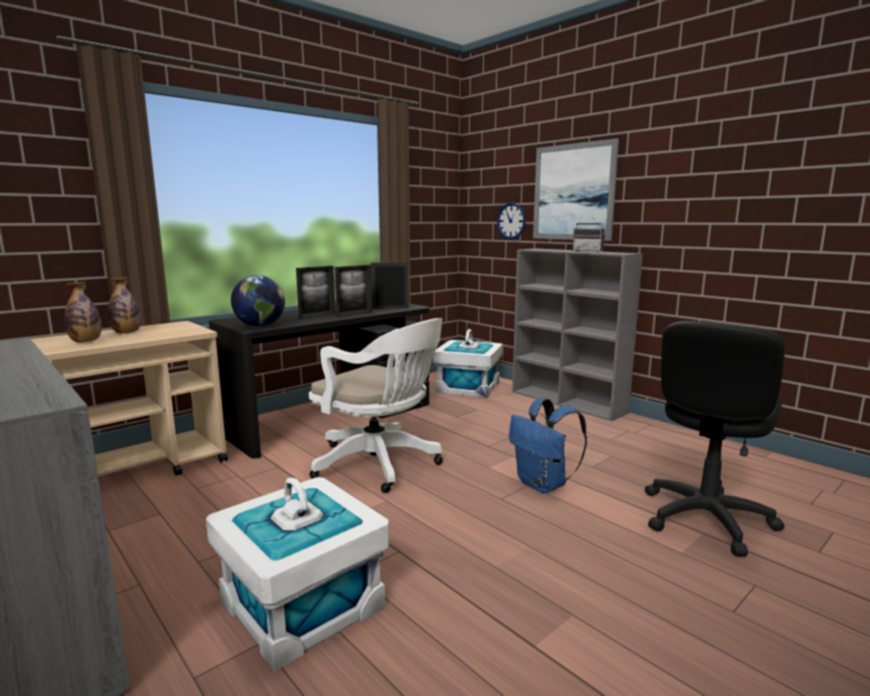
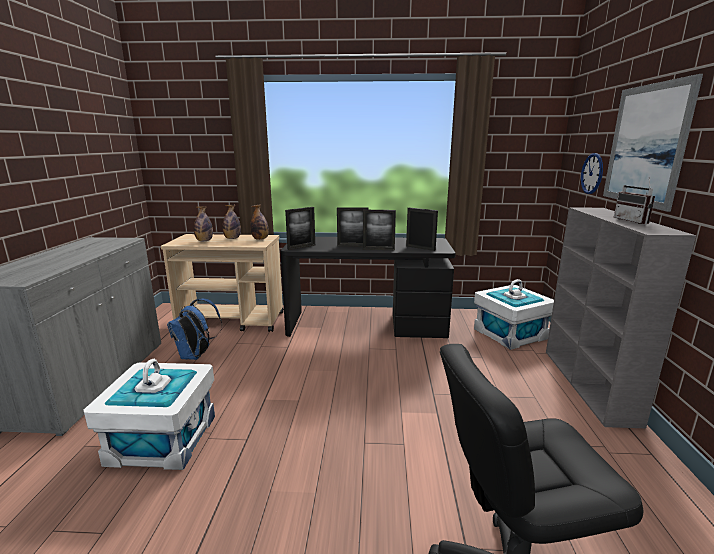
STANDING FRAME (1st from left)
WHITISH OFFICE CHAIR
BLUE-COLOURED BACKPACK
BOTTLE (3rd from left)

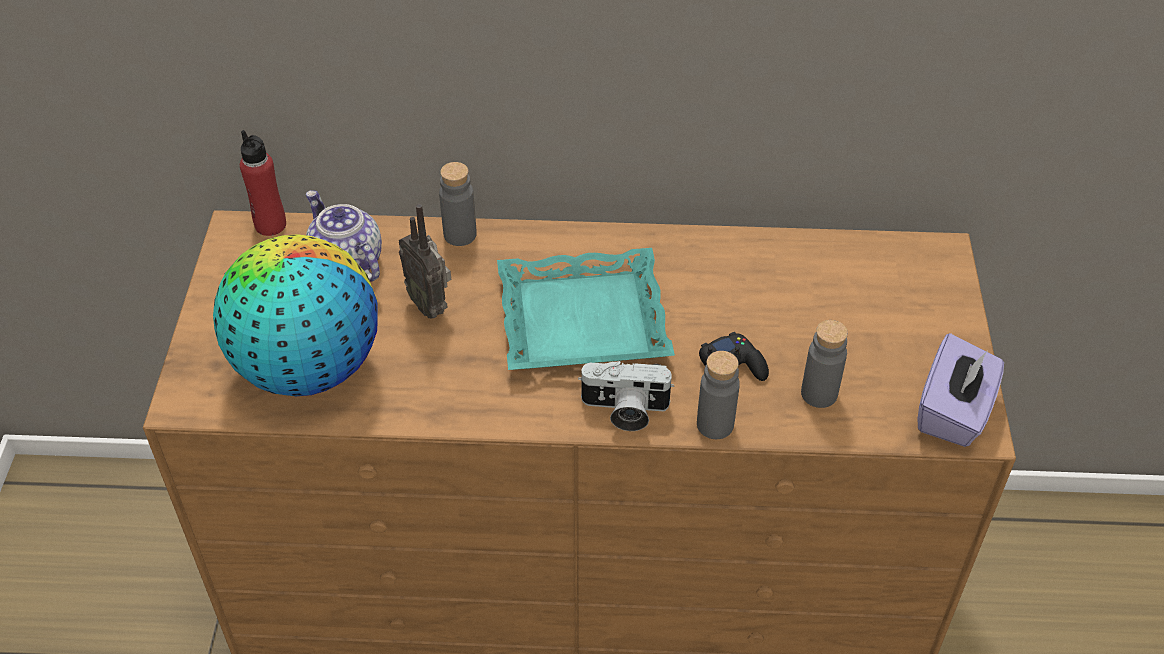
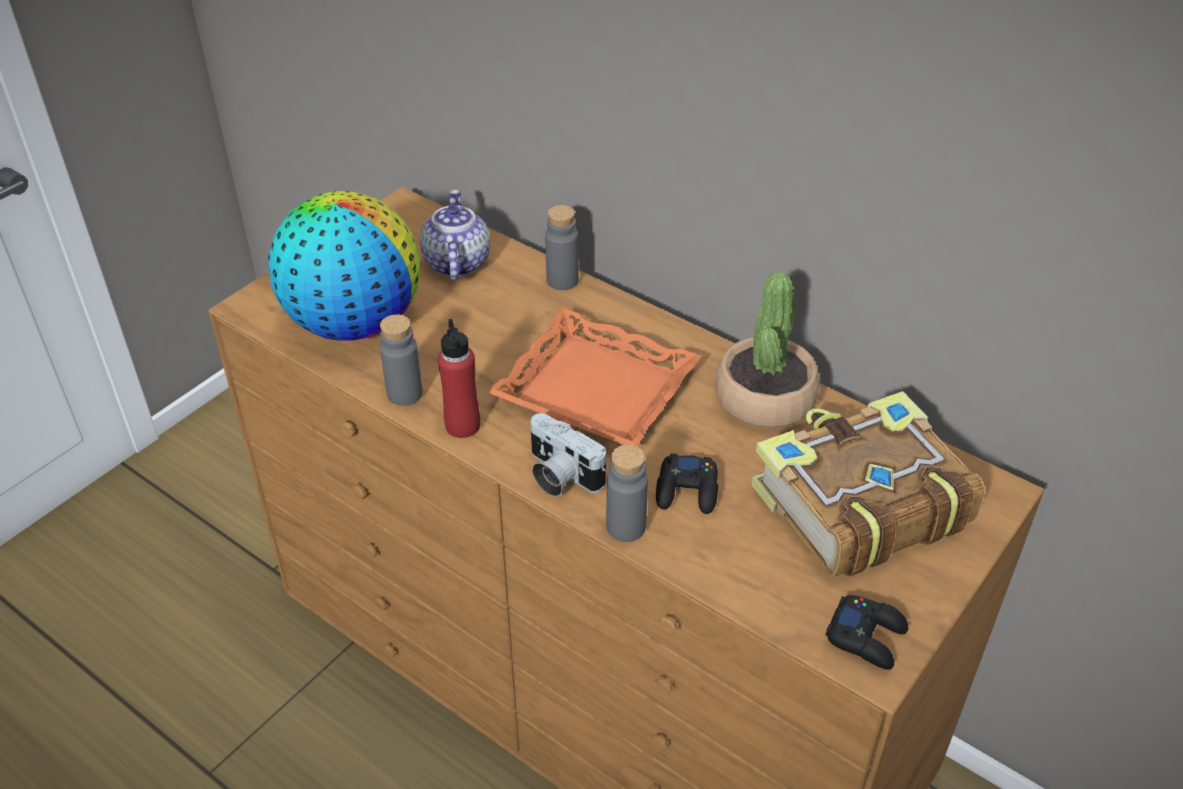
RED BOTTLE
RADIO SET
ORANGE-COLOURED CARRYING TRAY
GREYISH BOTTLE (1st from left)
BLACKISH GAME CONTROLLER (2nd from left)
POTTED PLANT
BOOK

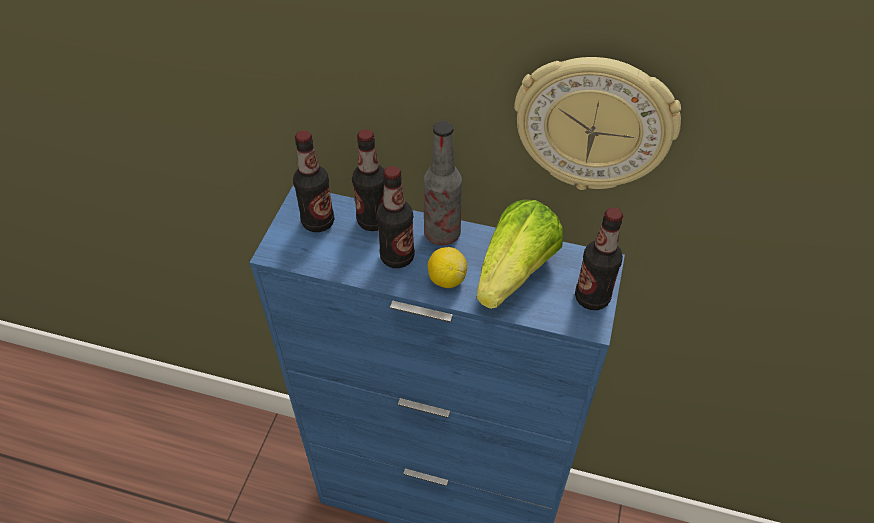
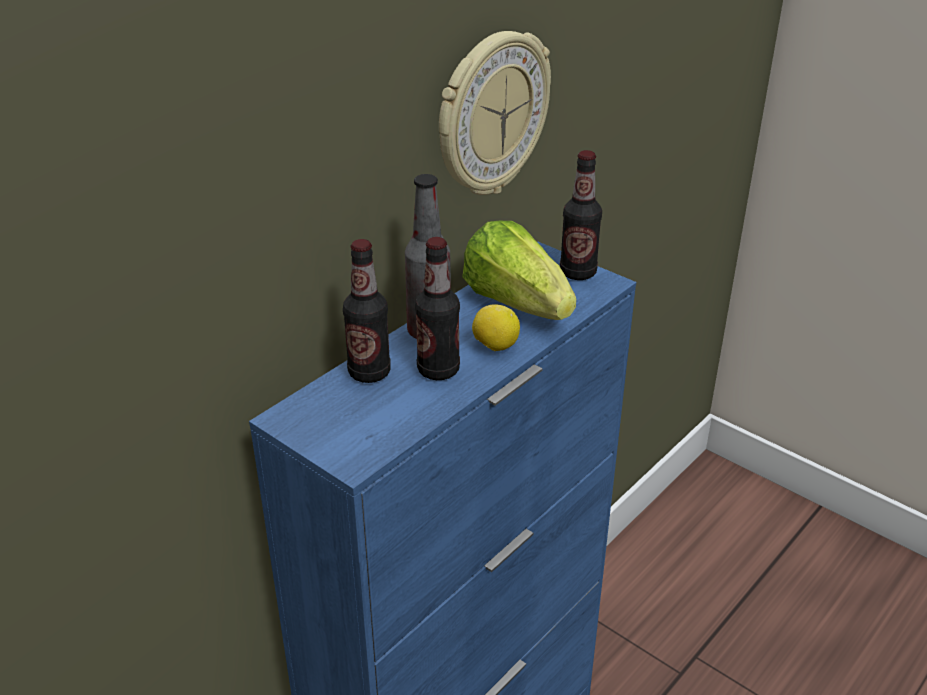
BOTTLE (1st from left in the first image)

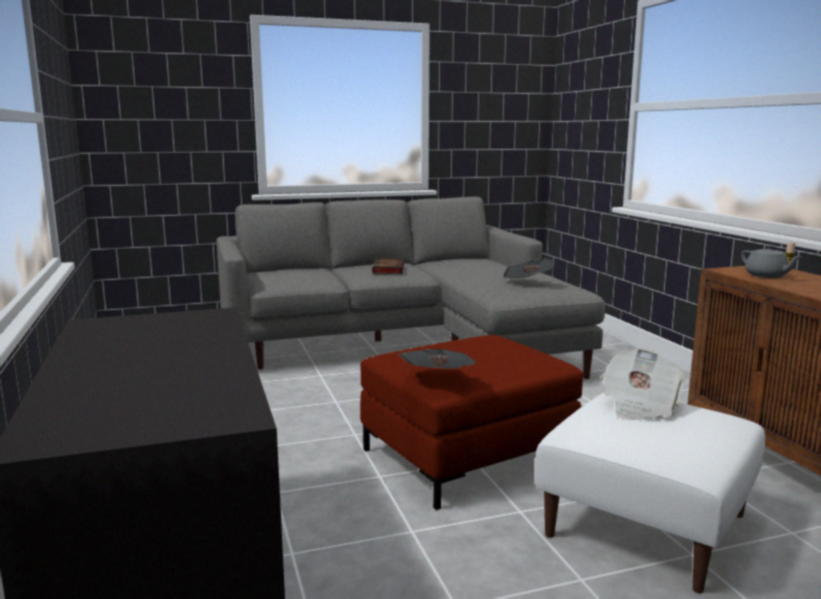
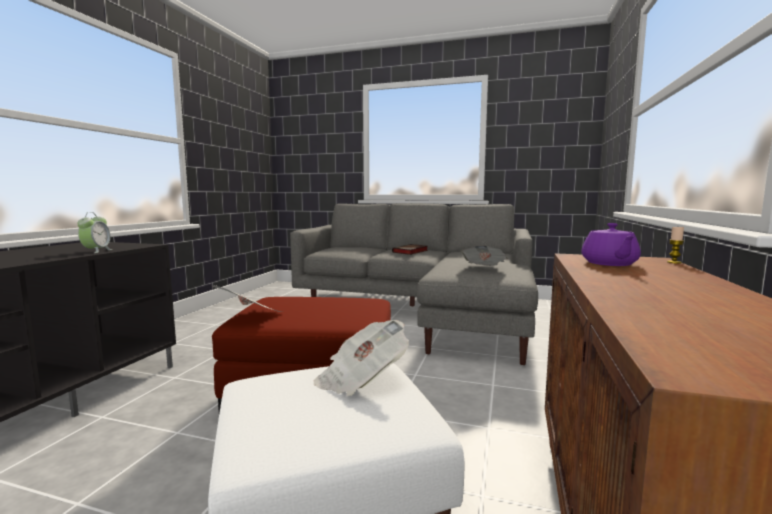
PURPLE TEA POT
ALARM CLOCK

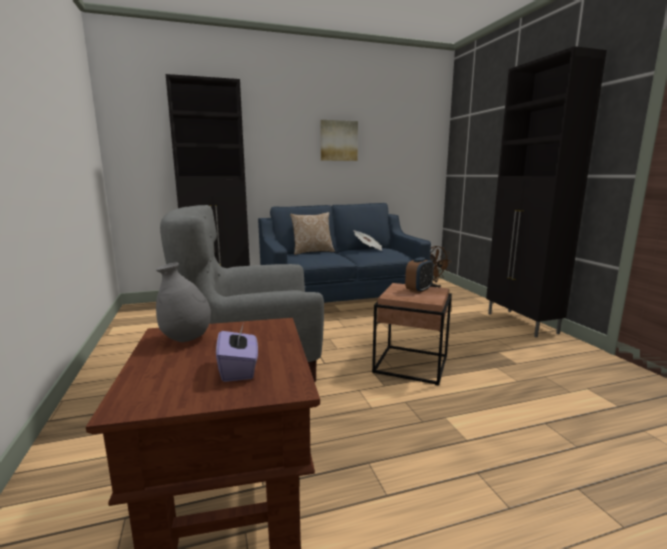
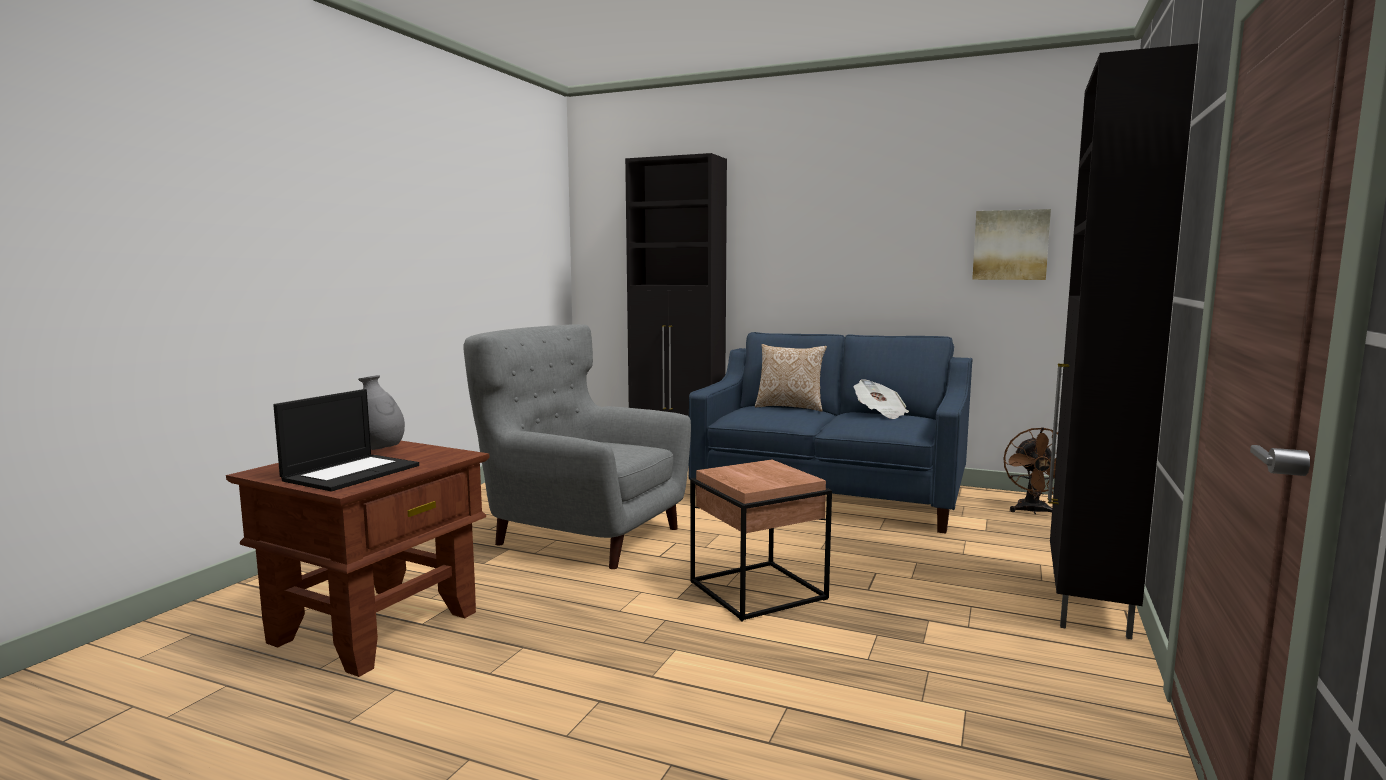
PORTABLE COMPUTER
PICTURE
ALARM CLOCK

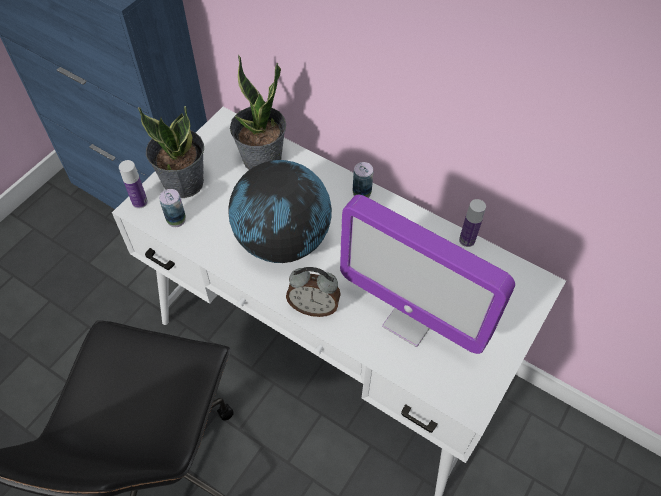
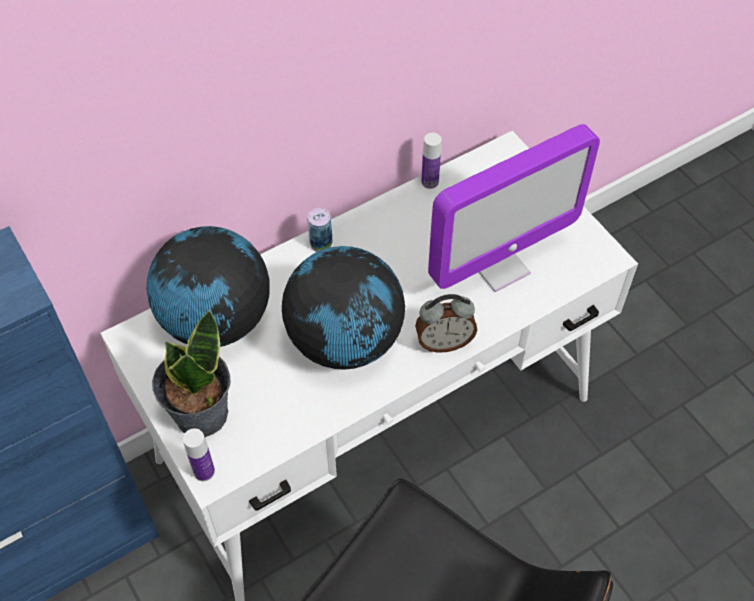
CAN (1st from left in the first image)
GLOBE (1st from left)
ALARM CLOCK

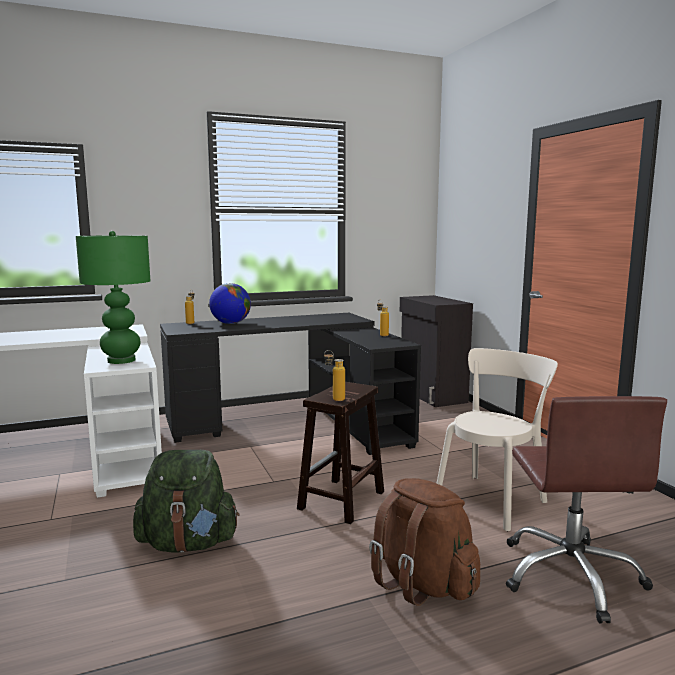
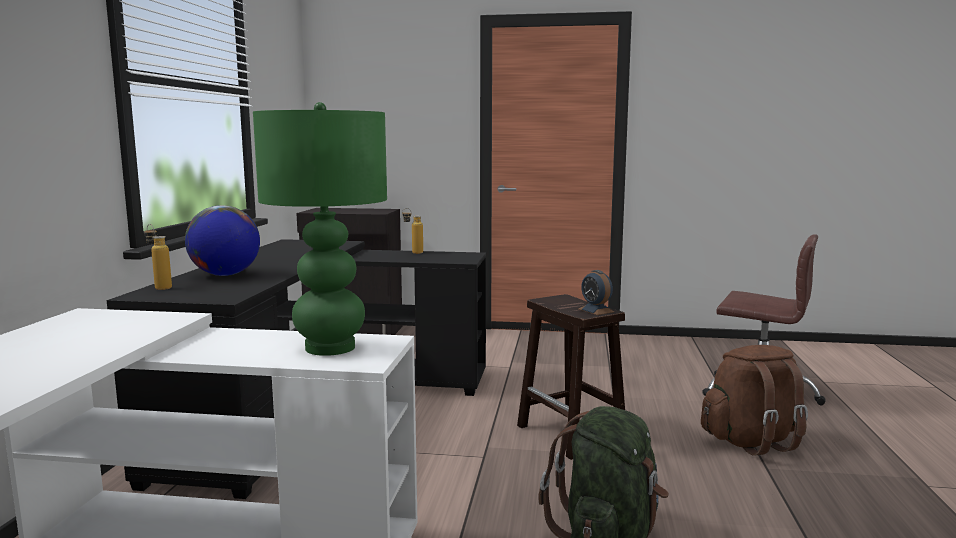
ALARM CLOCK
BEIGE UPRIGHT CHAIR

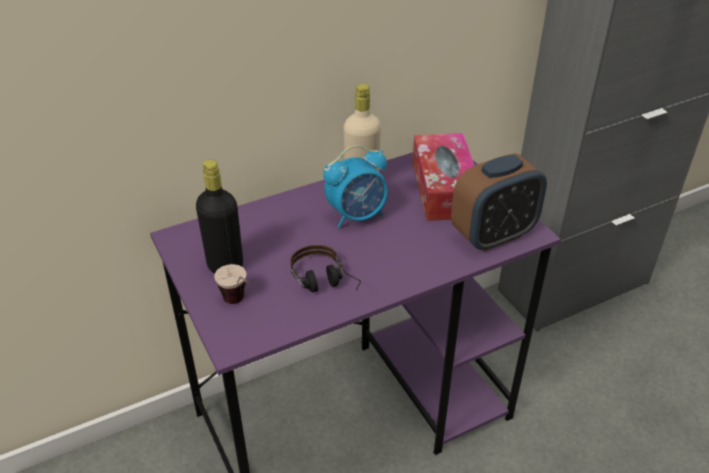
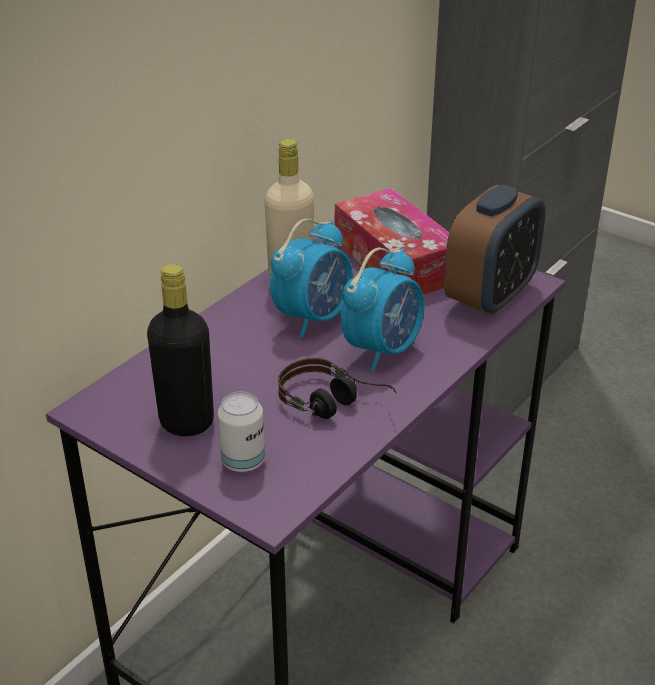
CAN
ALARM CLOCK (2nd from left)

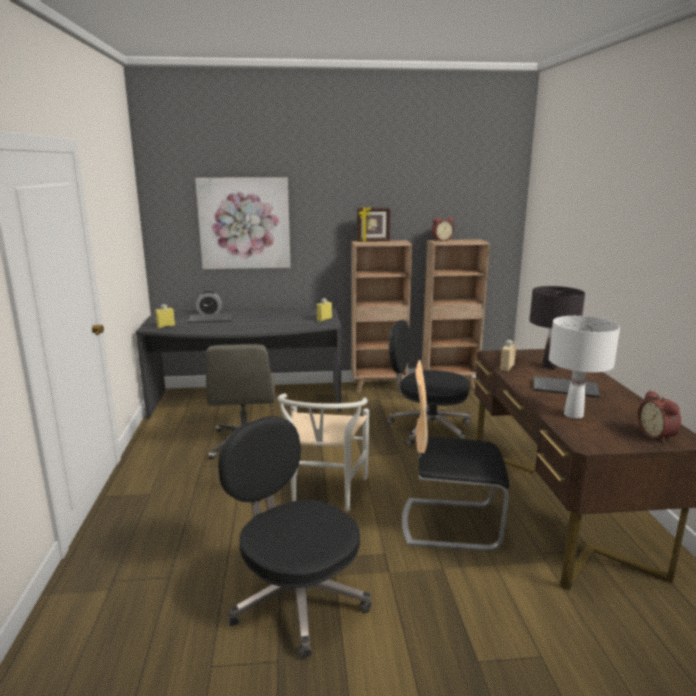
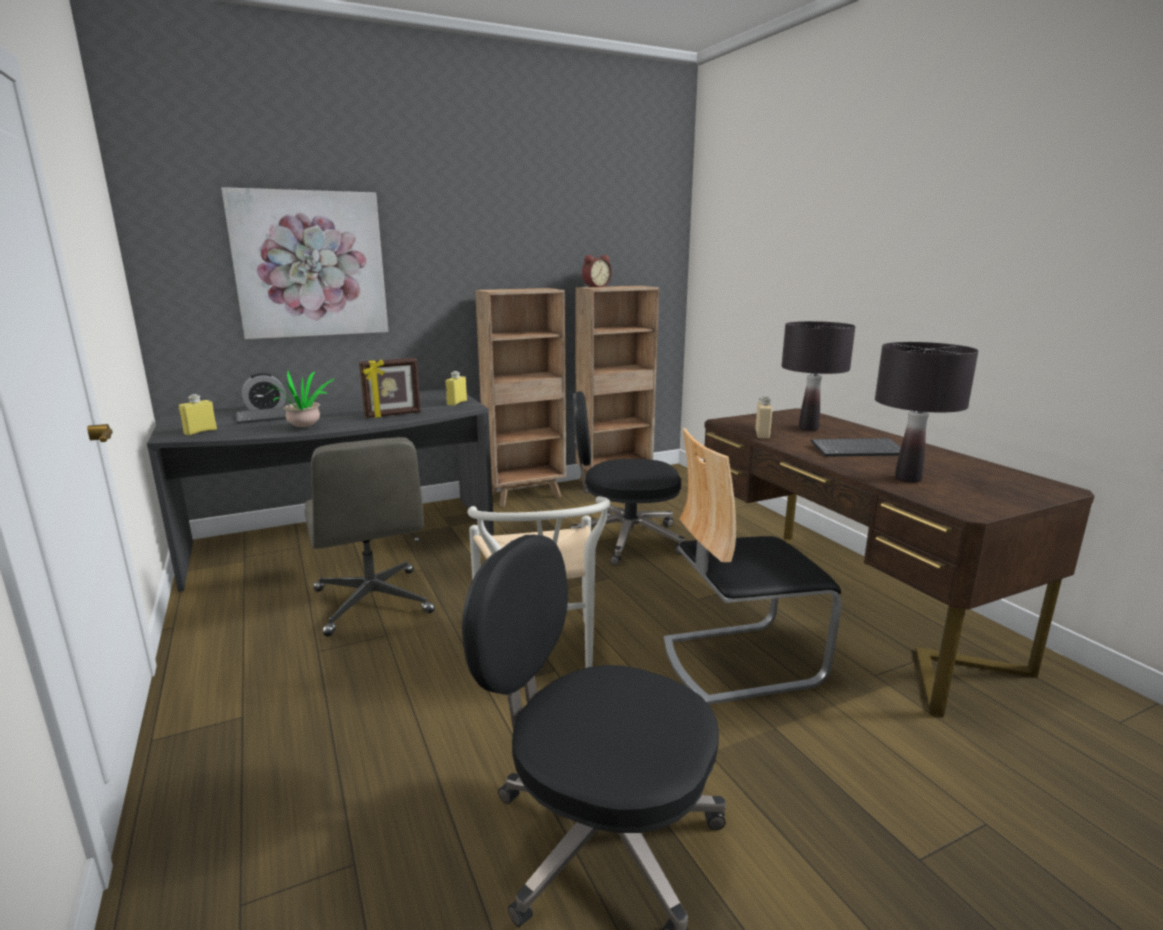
STANDING FRAME
BLACKISH LAMP FOR A TABLE (2nd from left)
ALARM CLOCK (3rd from left in the first image)
POTTED PLANT

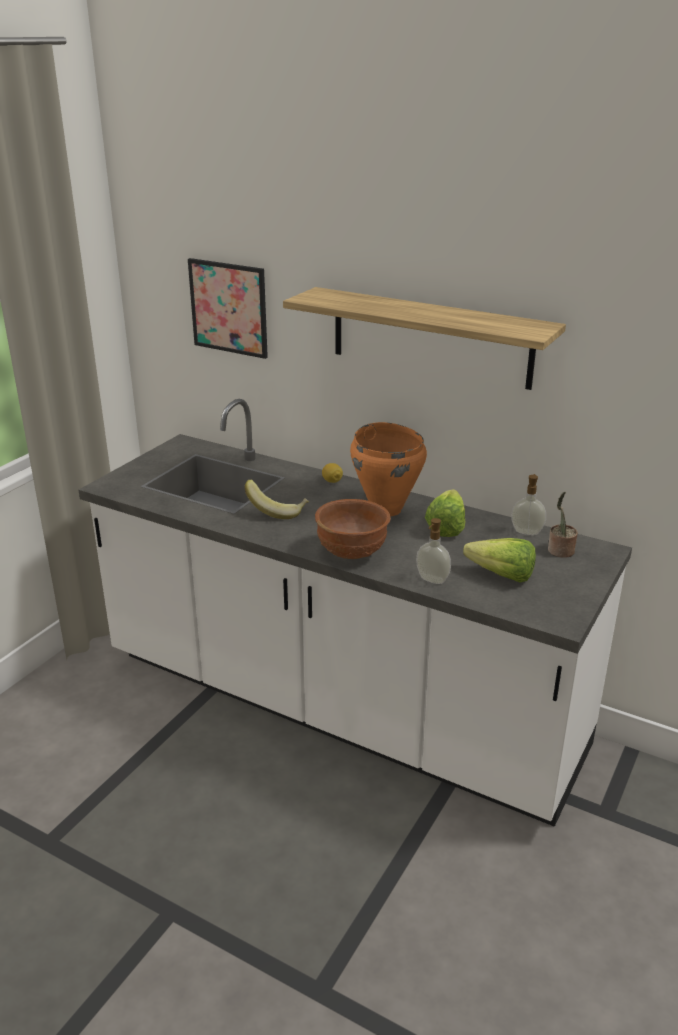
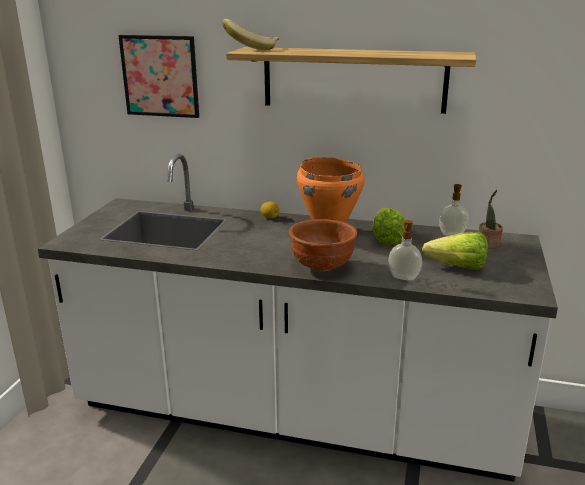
BANANA FRUIT

